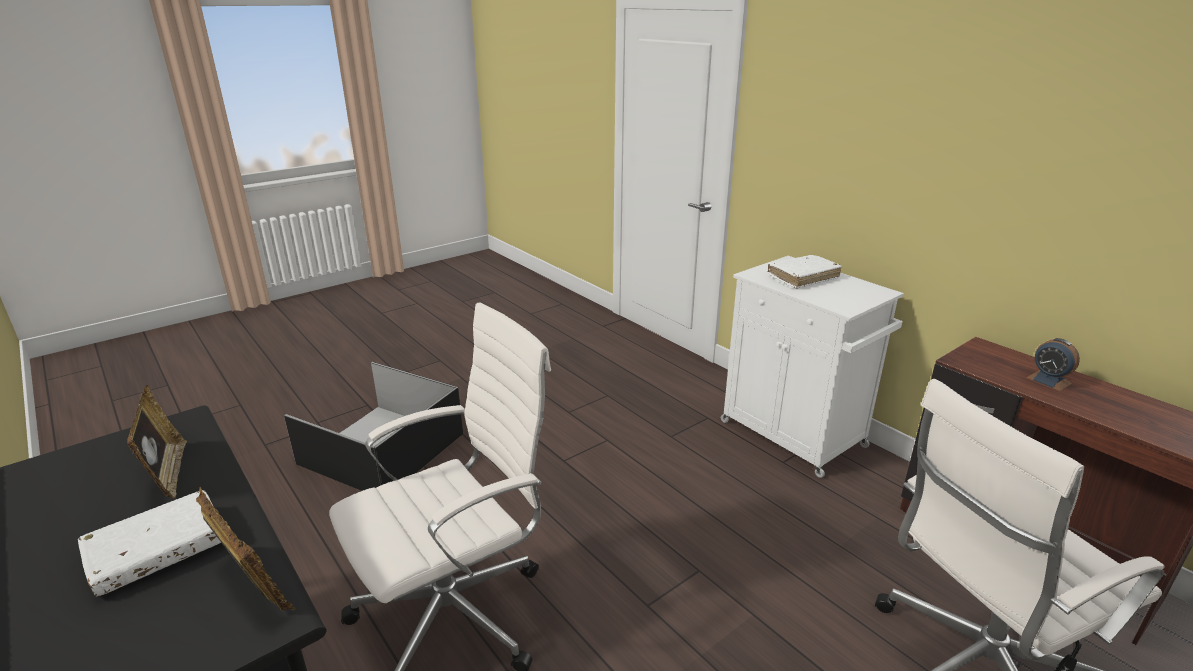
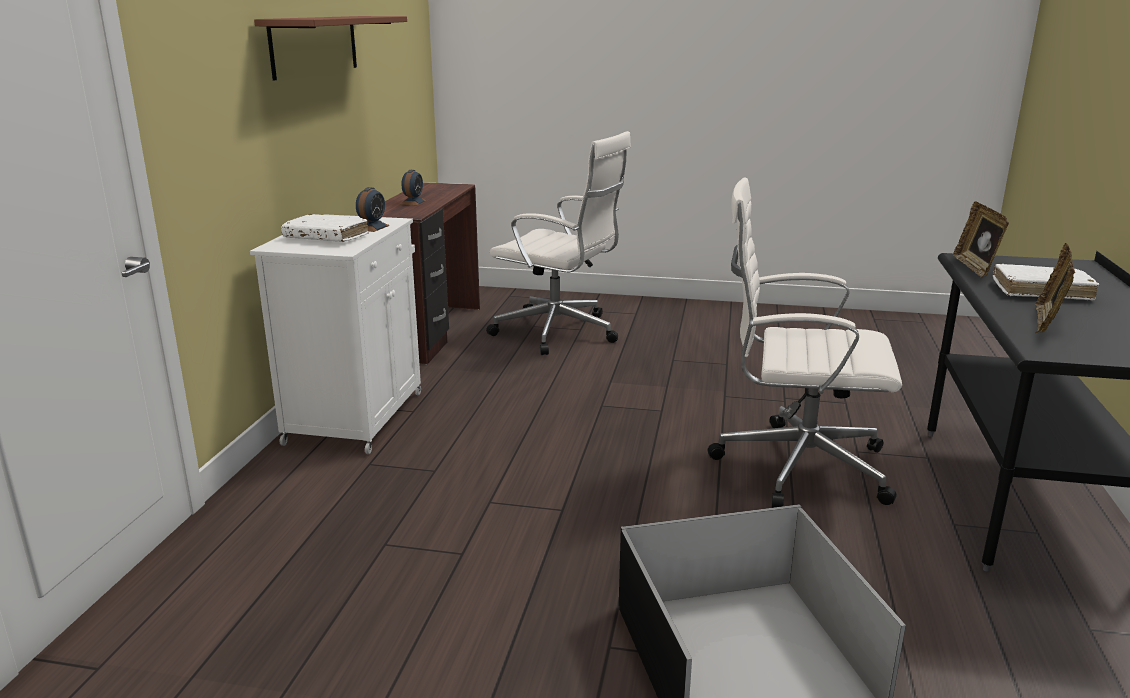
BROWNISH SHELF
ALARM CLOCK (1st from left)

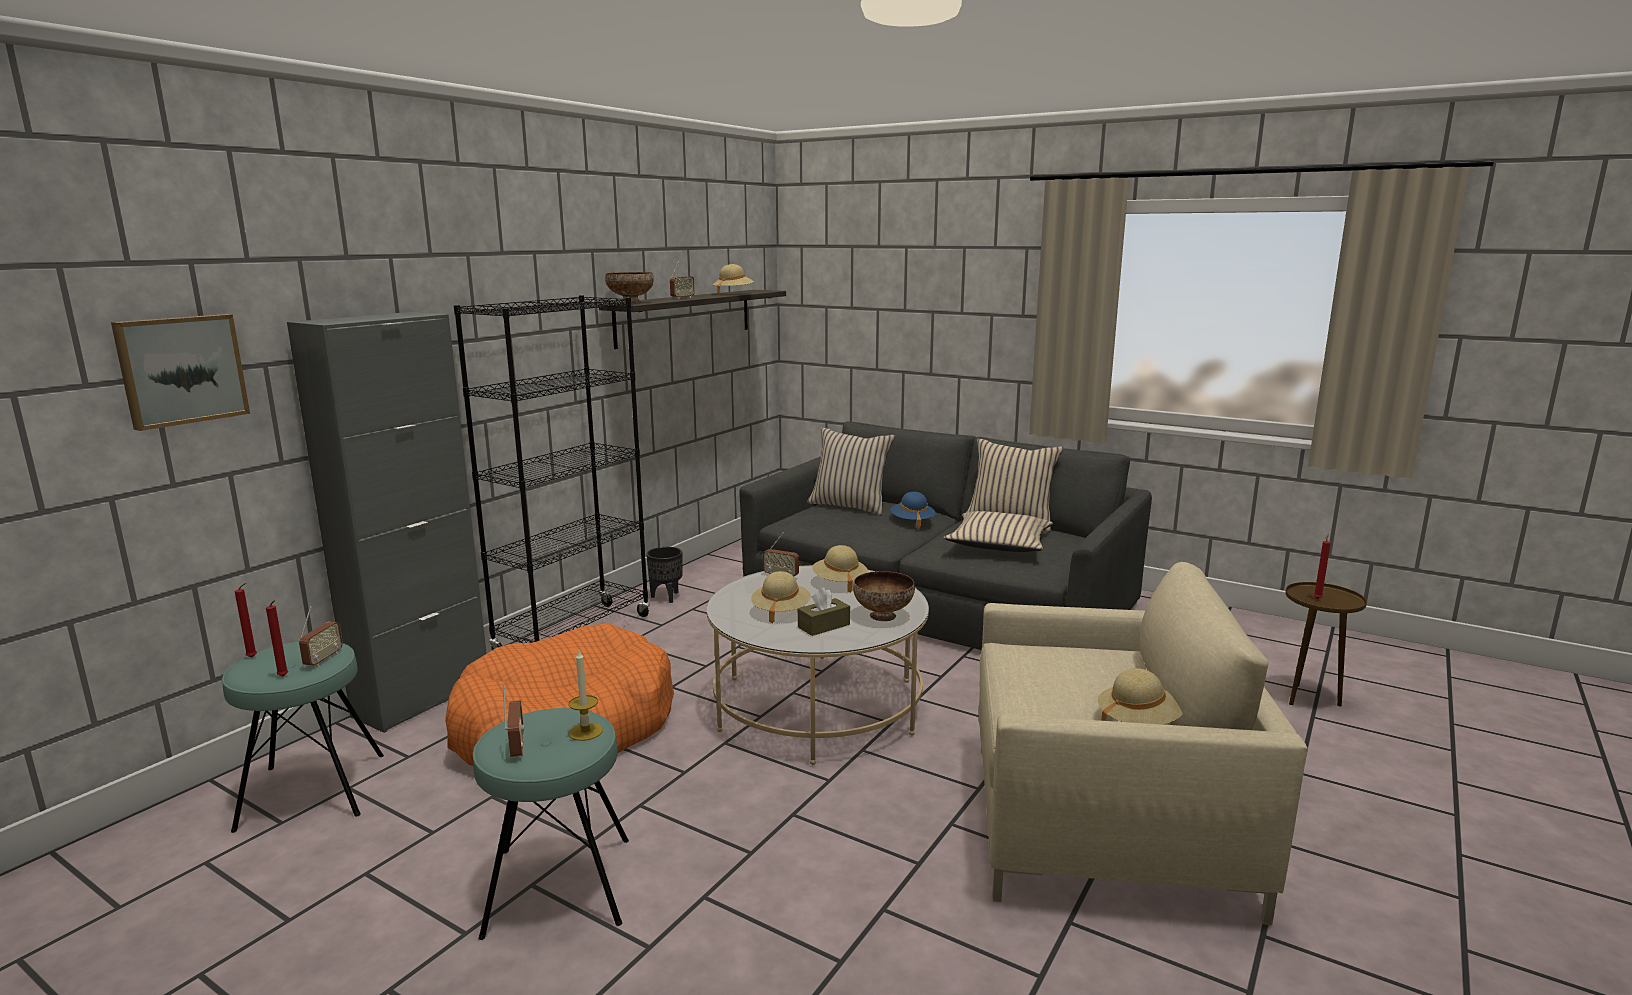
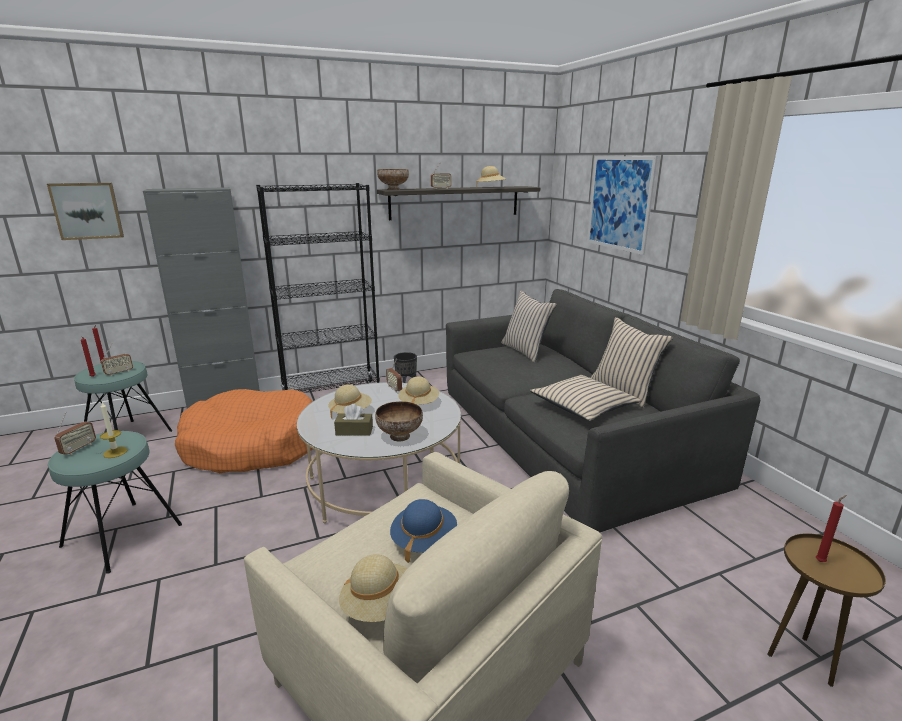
BLUE-COLOURED HAT
PICTURE (2nd from left)

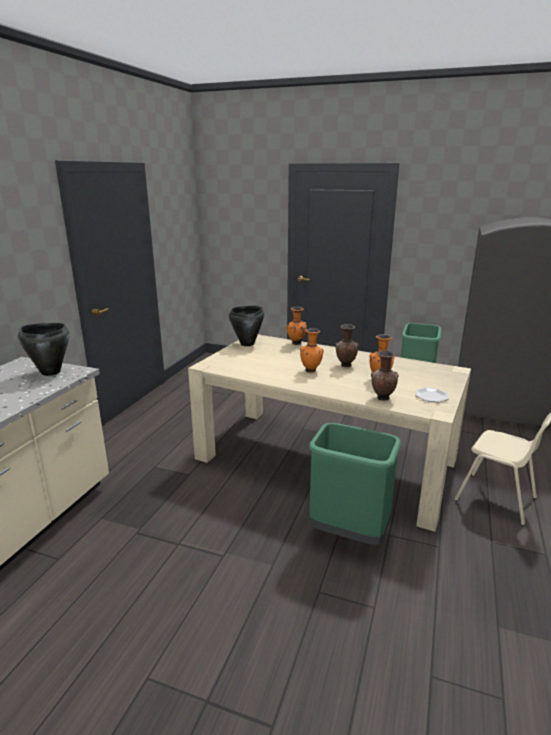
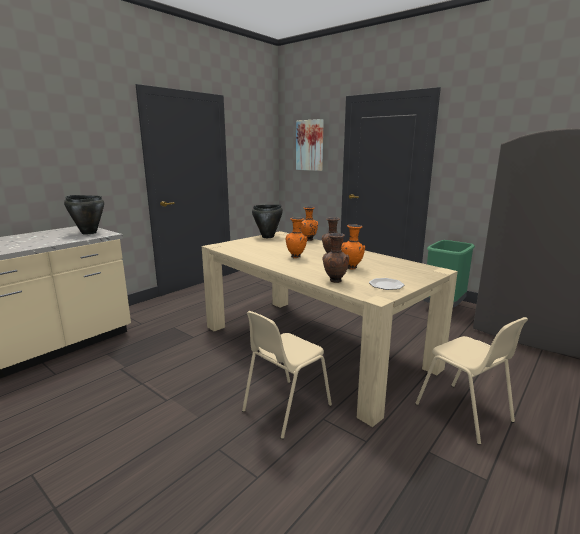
BEIGE UPRIGHT CHAIR (1st from left)
PICTURE

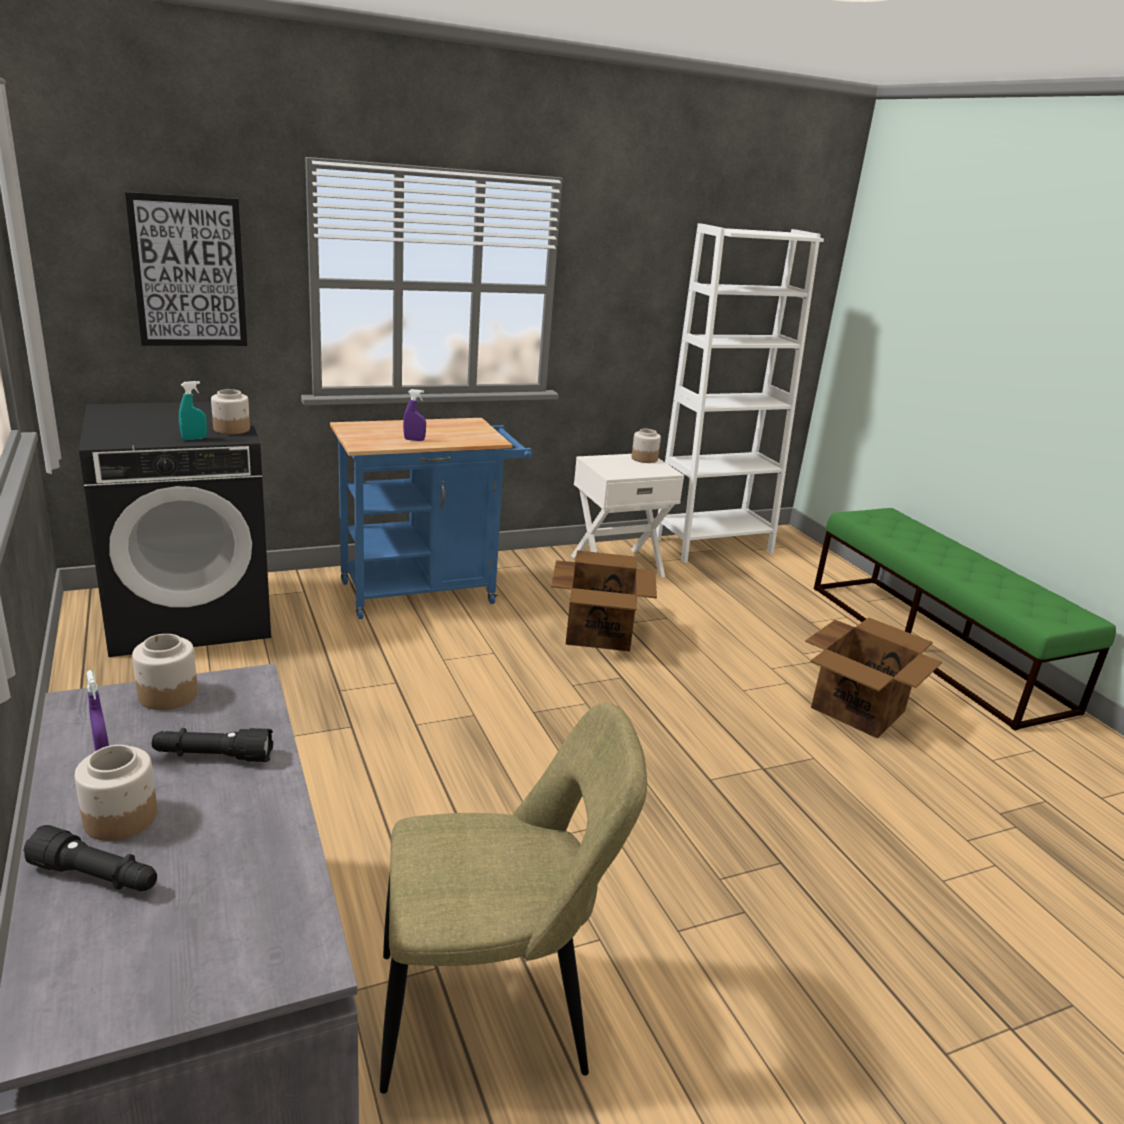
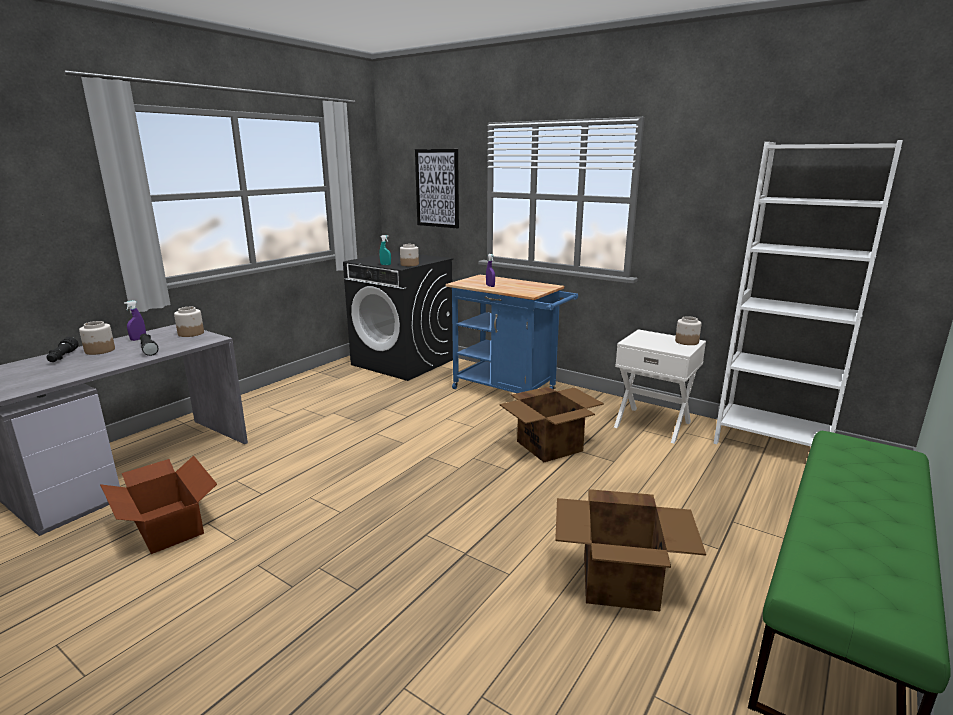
CARTON (1st from left)

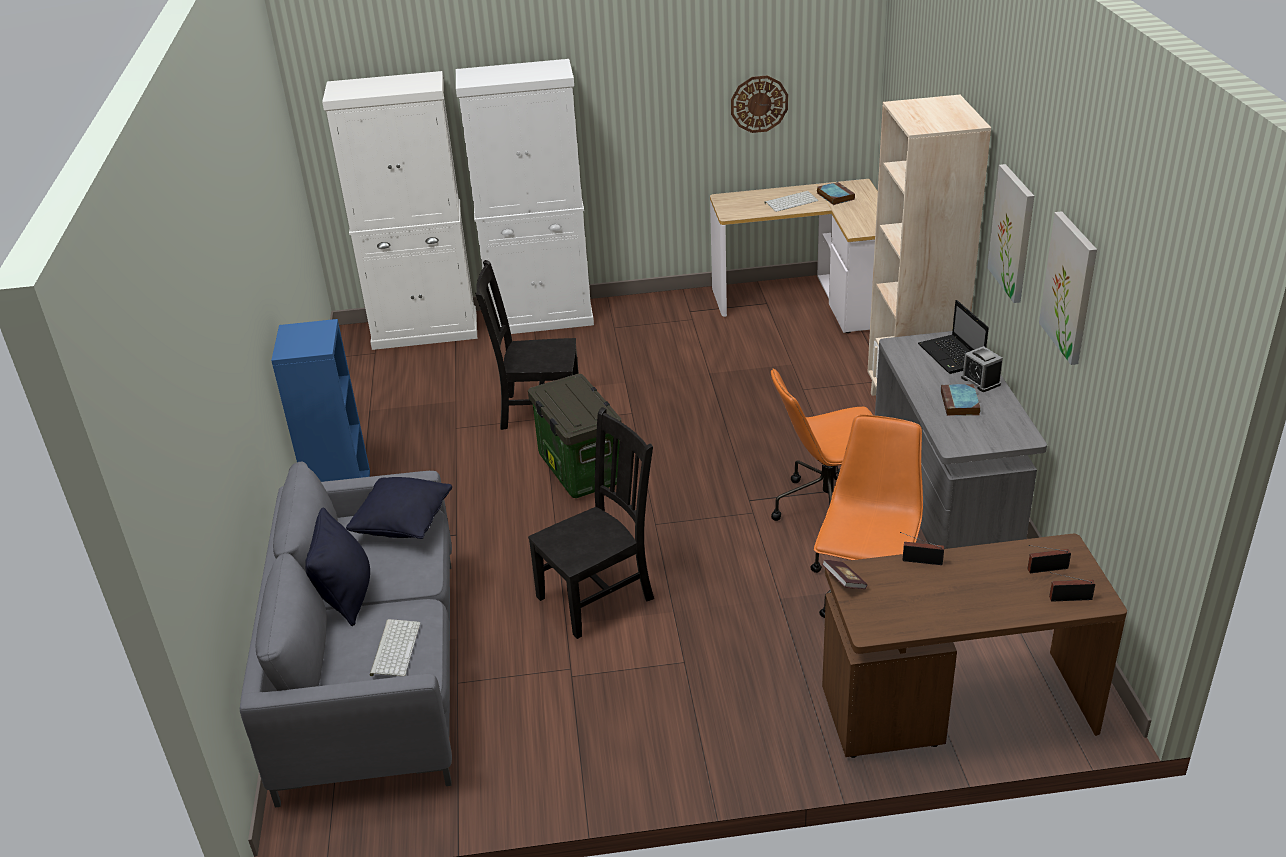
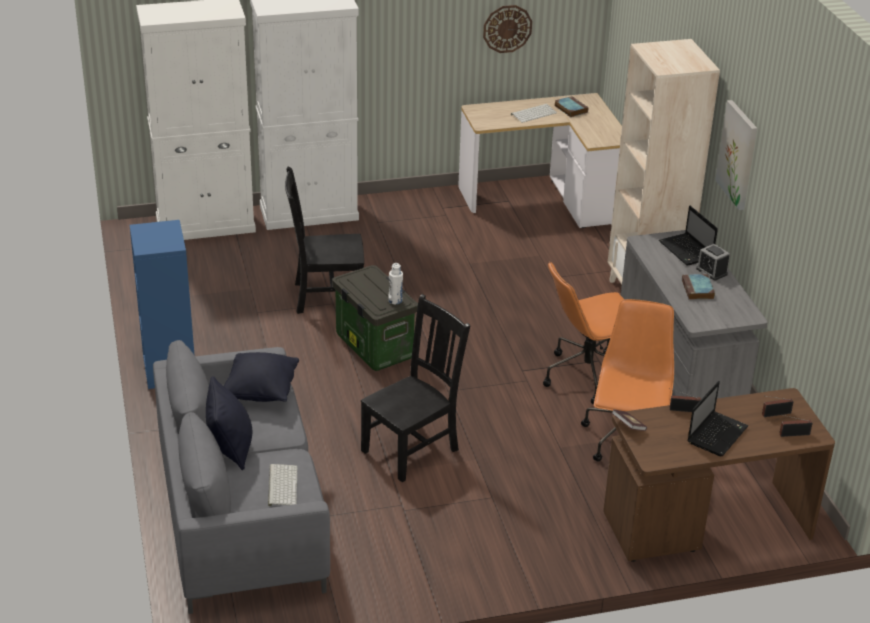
PICTURE (2nd from left in the first image)
WHITISH BOTTLE
PORTABLE COMPUTER (2nd from left)

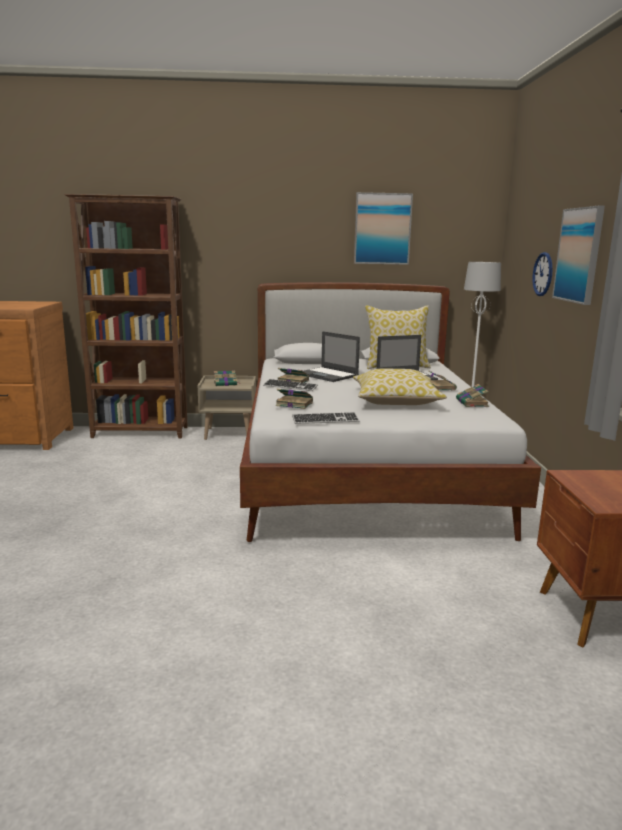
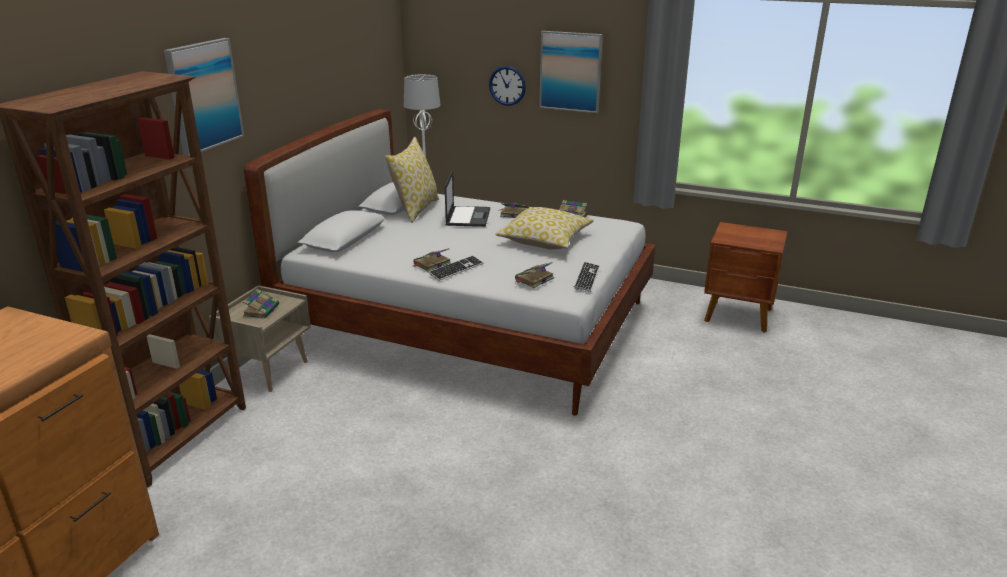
PORTABLE COMPUTER (1st from left in the first image)
PICTURE (1st from left)

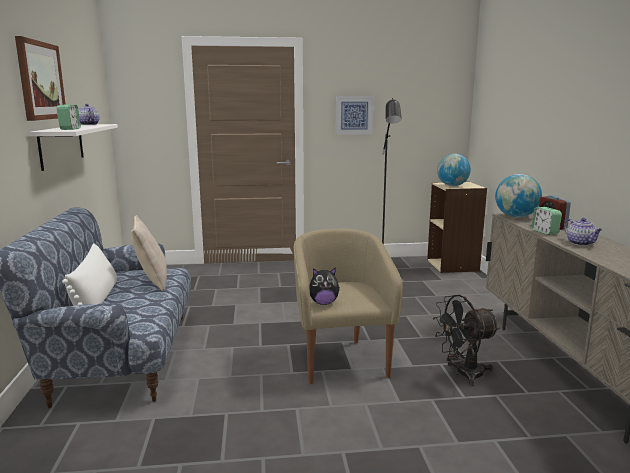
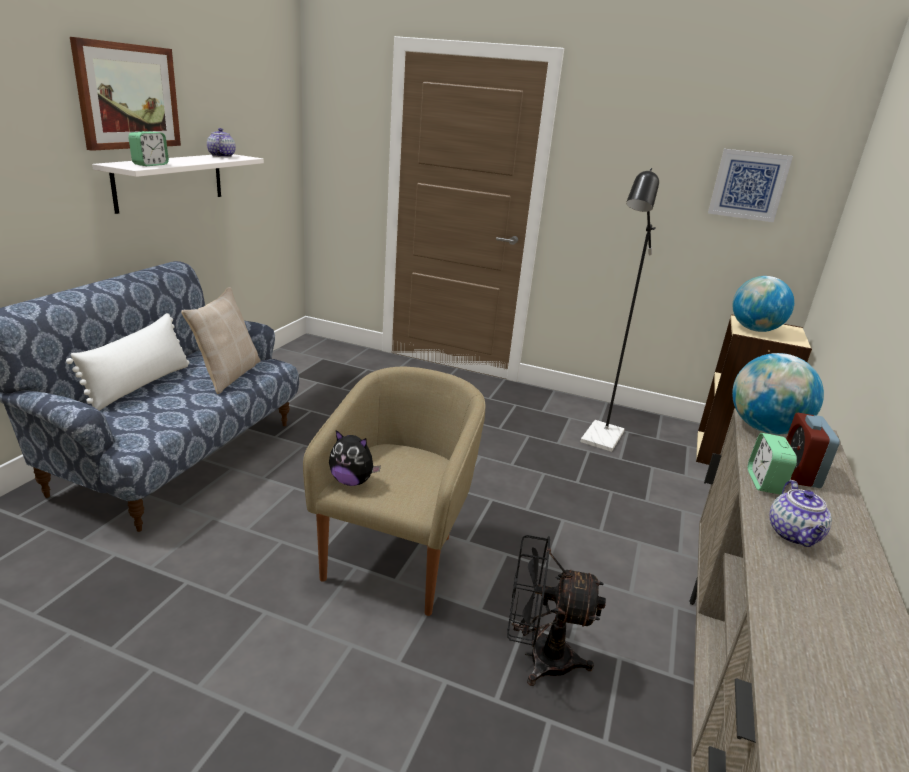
PICTURE (2nd from left)

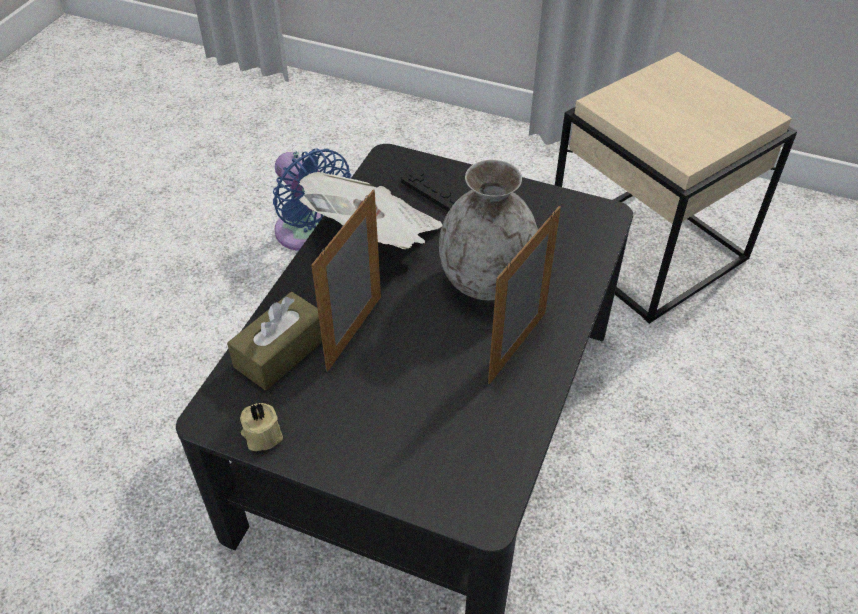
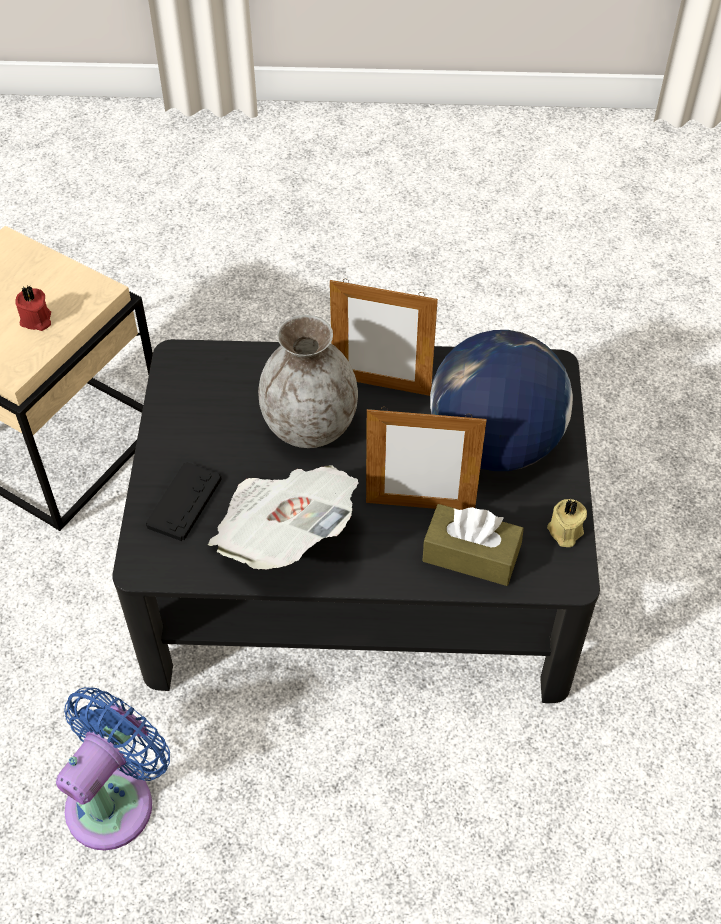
RED WAX LIGHT
GLOBE

